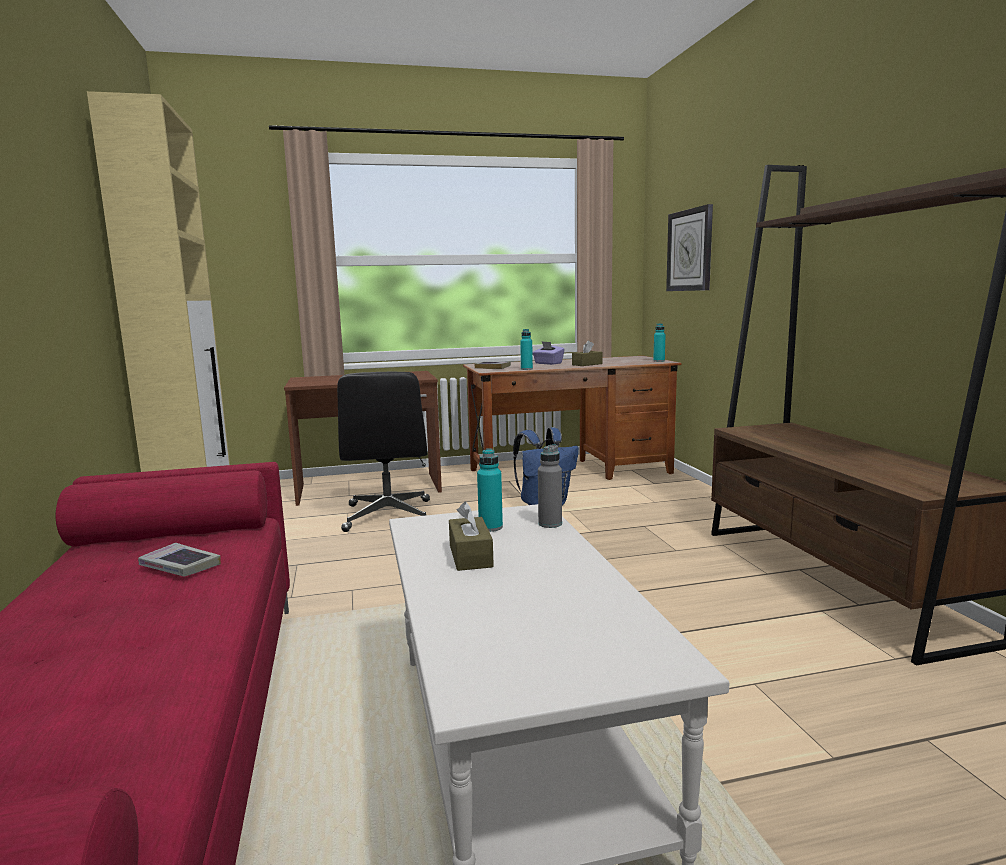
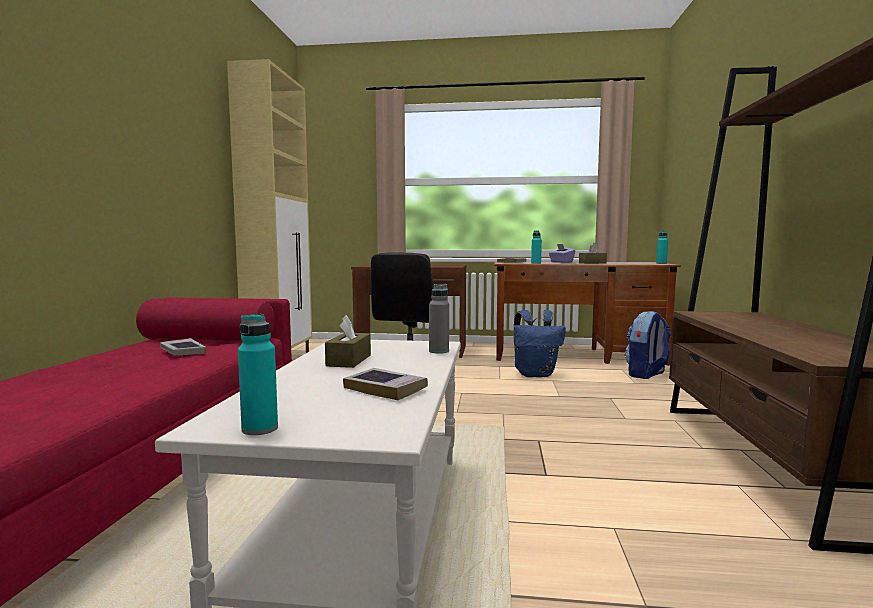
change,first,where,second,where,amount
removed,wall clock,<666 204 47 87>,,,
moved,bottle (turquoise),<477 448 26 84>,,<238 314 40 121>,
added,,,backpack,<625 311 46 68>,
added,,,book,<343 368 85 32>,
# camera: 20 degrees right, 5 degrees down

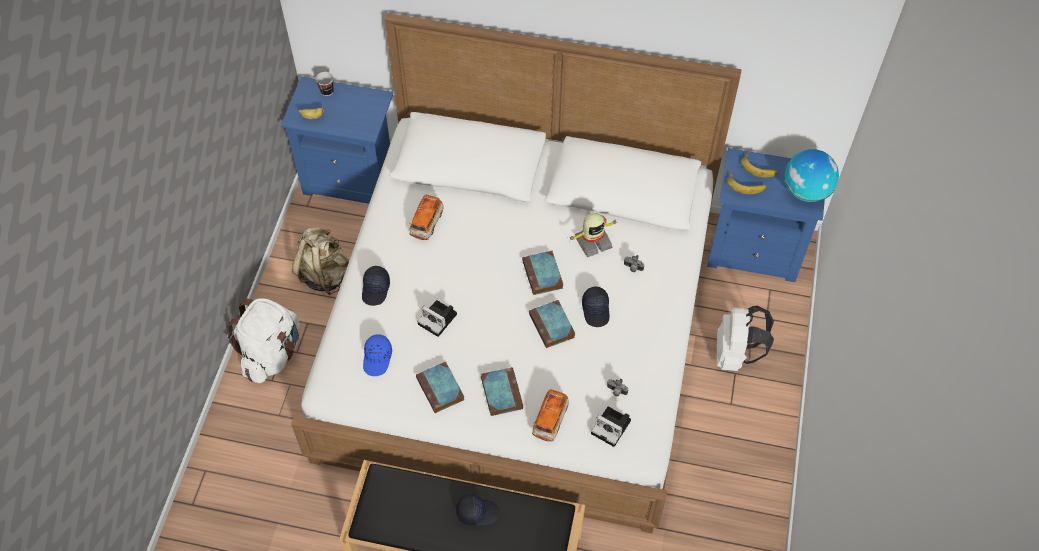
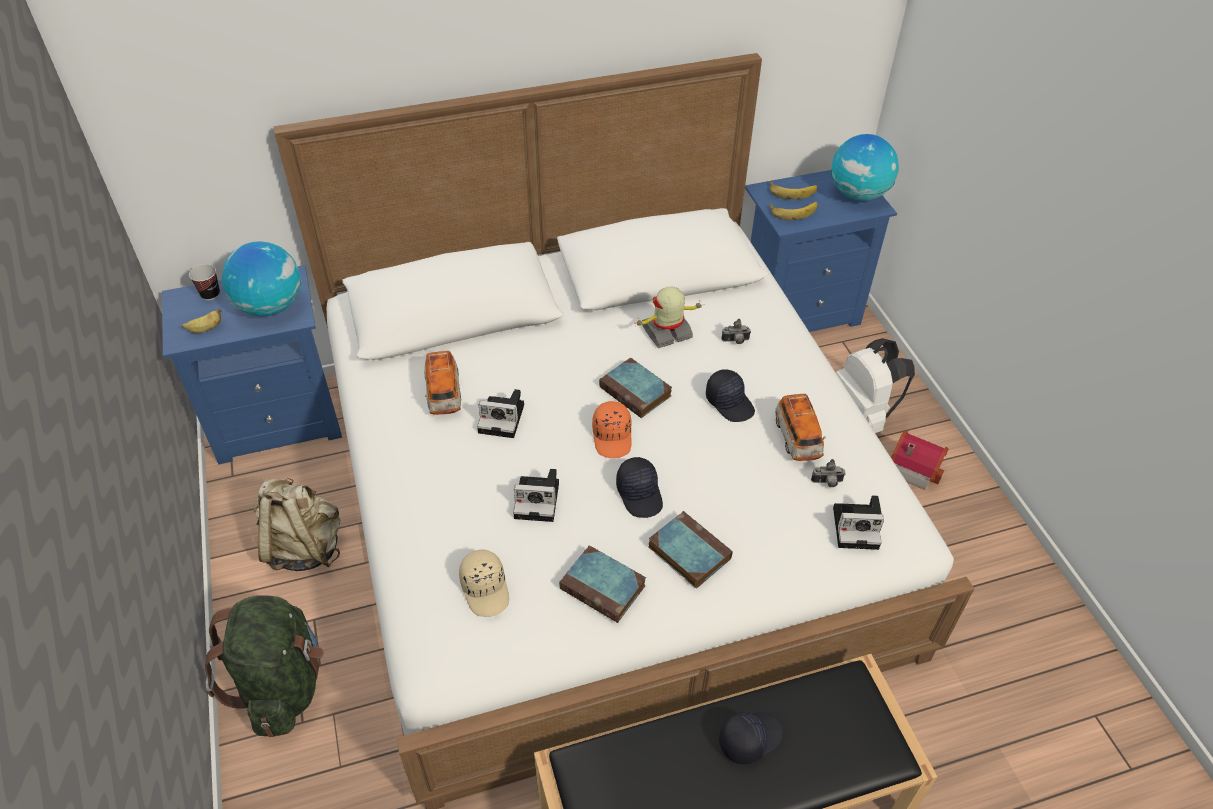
change,first,where,second,where,amount
turned,toy robot,<569 213 49 44>,,<634 286 68 62>,150 degrees counterclockwise
moved,cap (black),<362 266 28 40>,,<616 457 47 61>,
recoloured,backpack (white),<226 298 74 85>,backpack (green),<205 595 119 142>,
removed,book,<529 300 46 48>,,,
recoloured,cap (blue),<363 334 29 42>,cap (beige),<459 549 50 68>,
moved,toy car,<532 389 37 52>,,<775 394 51 67>,
added,,,globe,<222 241 80 75>,
added,,,photo camera,<477 389 47 49>,
added,,,cap (orange),<592 401 40 57>,
added,,,toy house,<891 430 58 60>,
# camera: 30 degrees left, 10 degrees down

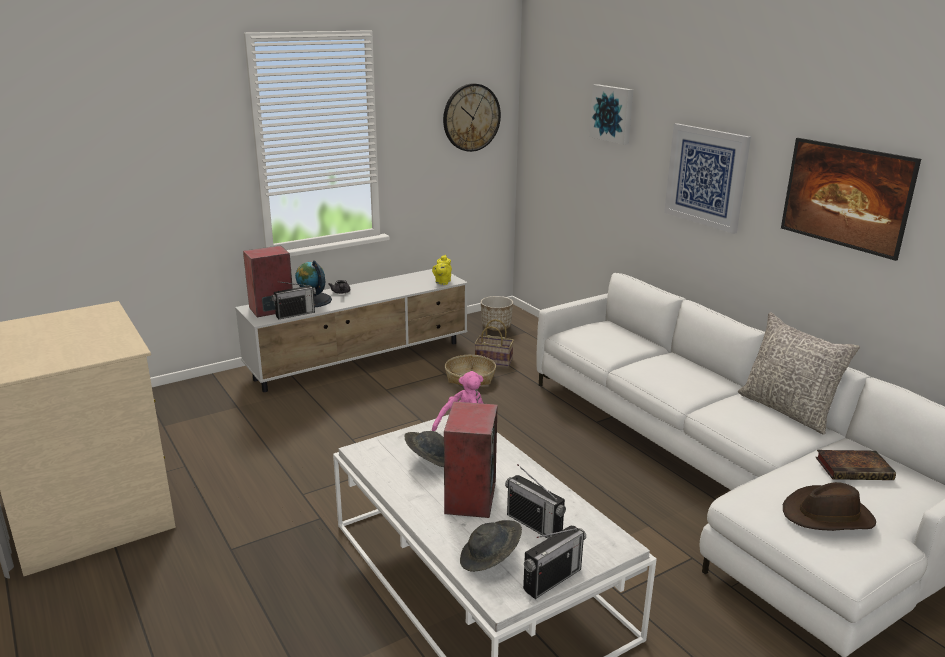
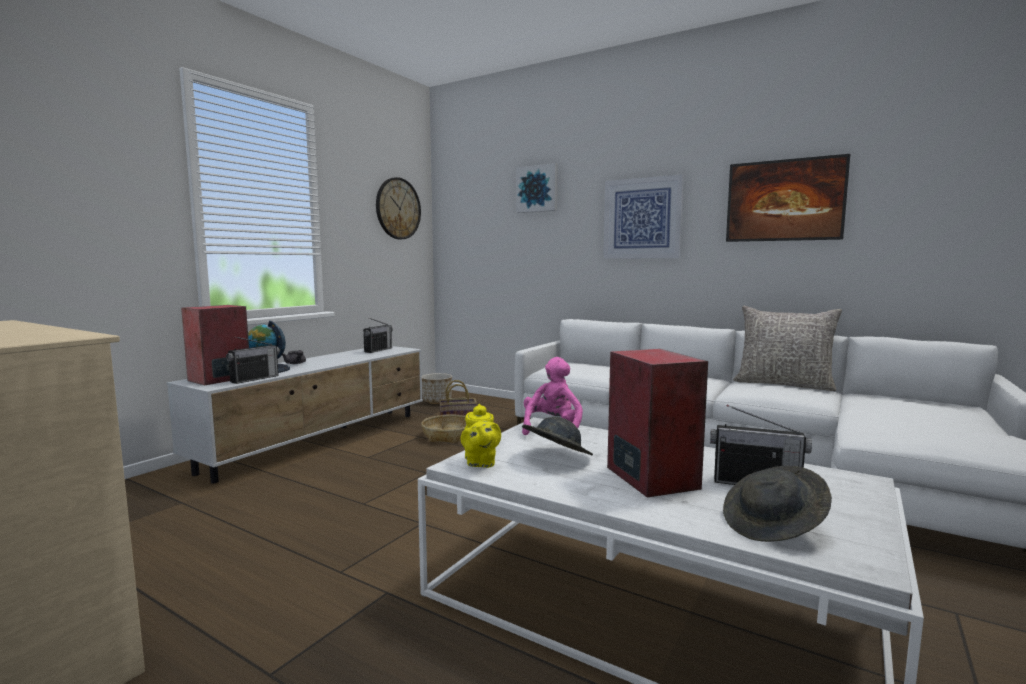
change,first,where,second,where,amount
moved,teapot (yellow),<432 255 20 30>,,<460 404 41 64>,
removed,book,<815 450 81 30>,,,
removed,hat (brown),<783 482 93 49>,,,
moved,radio,<523 526 63 73>,,<363 318 30 35>,
# camera: 25 degrees left, 15 degrees down

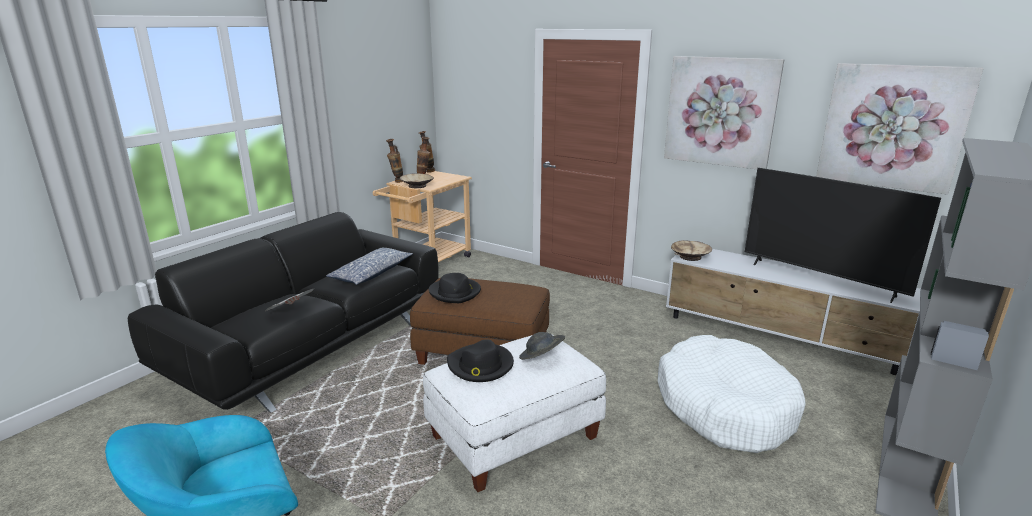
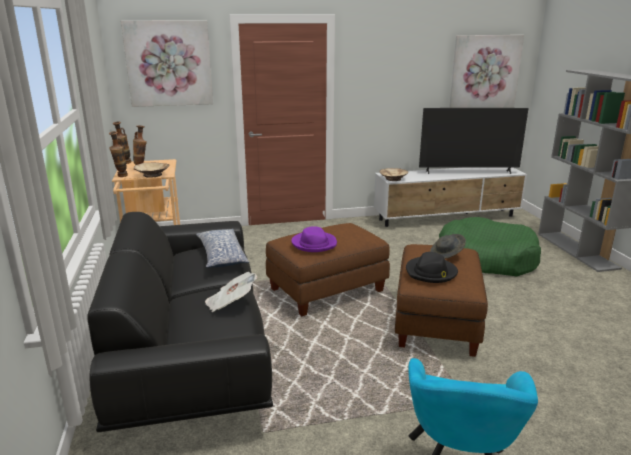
change,first,where,second,where,amount
moved,picture,<664 56 120 113>,,<121 21 92 86>,
recoloured,hat (black),<428 273 53 30>,hat (purple),<291 226 46 26>,
recoloured,ottoman (white),<423 334 183 158>,ottoman (brown),<395 244 93 113>,
recoloured,dog bed (white),<658 335 148 118>,dog bed (green),<439 217 102 59>,
# camera: 45 degrees left, 0 degrees up

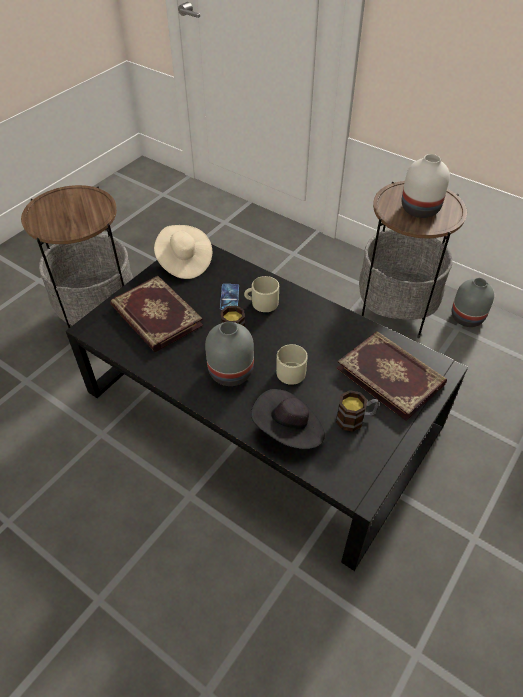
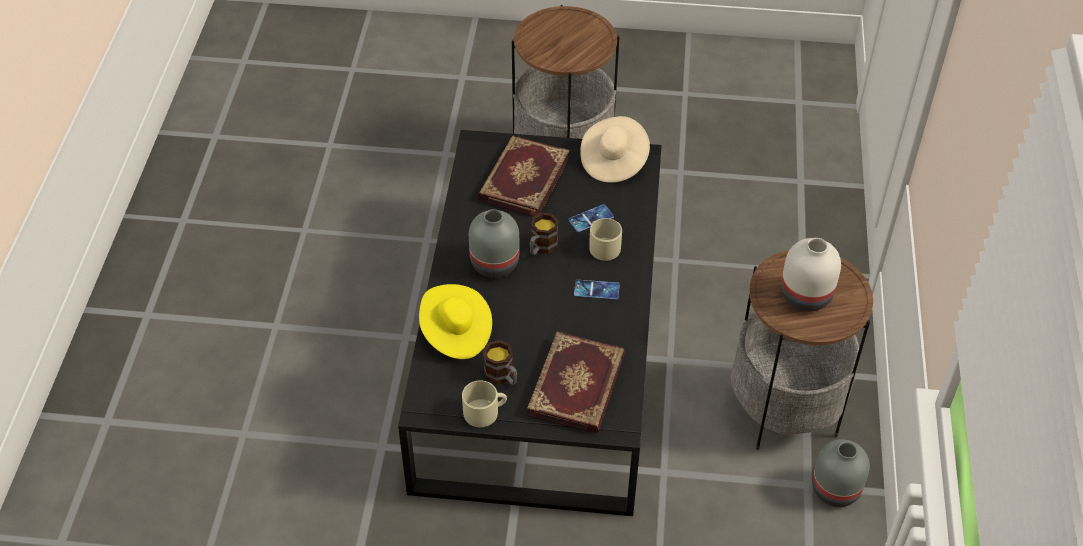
change,first,where,second,where,amount
moved,mug (beige),<276 344 32 41>,,<462 380 45 47>,
recoloured,hat (black),<251 389 74 60>,hat (yellow),<419 284 73 75>,
added,,,phone,<574 280 46 20>,
# camera: 60 degrees right, 0 degrees up

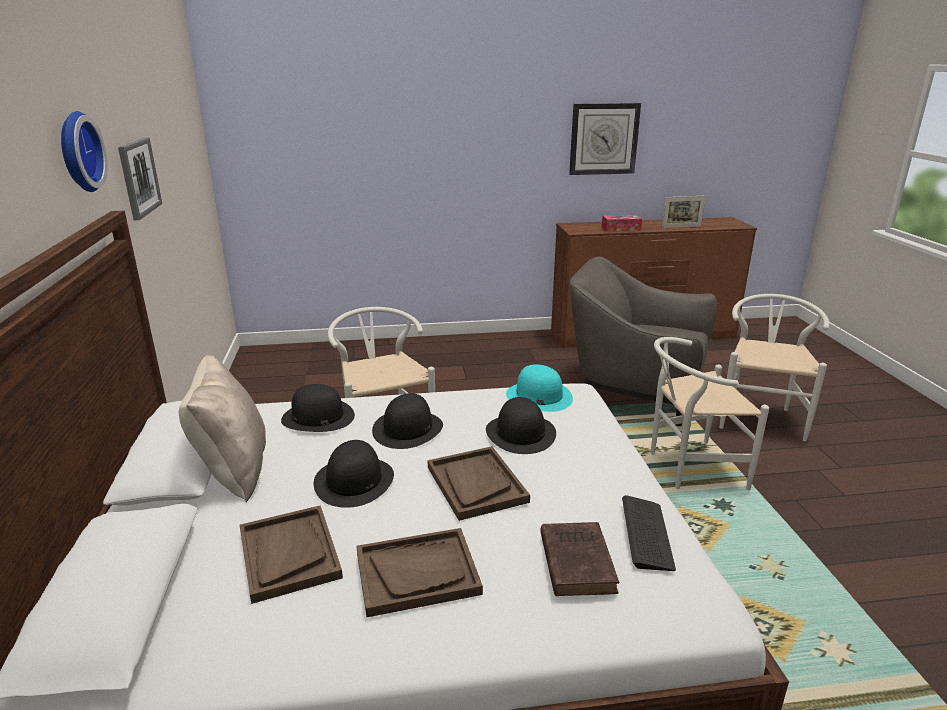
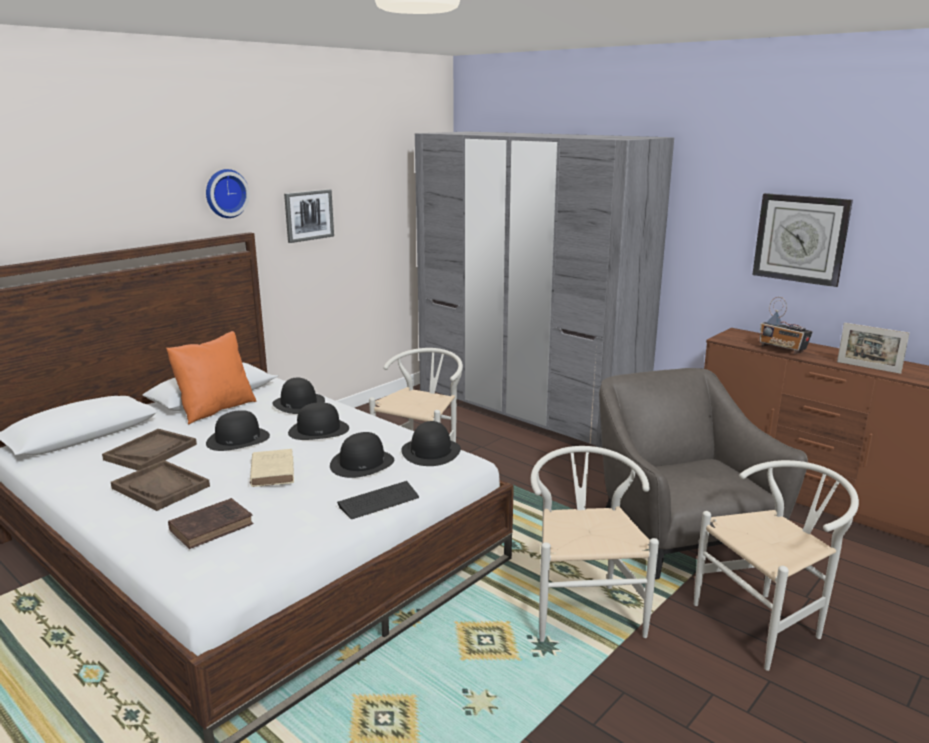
change,first,where,second,where,amount
replaced,tissue box,<602 215 40 17>,radio,<759 297 54 57>,
turned,chair (white),<651 337 118 153>,,<530 446 129 196>,45 degrees clockwise
recoloured,pillow (beige),<179 354 87 148>,pillow (orange),<166 331 91 93>,
recoloured,hat (turquoise),<506 364 67 48>,hat (black),<401 421 60 45>,
replaced,tray (brown),<427 446 103 75>,book (beige),<250 449 44 38>,
moved,keyboard,<622 495 54 76>,,<337 481 82 38>,
added,,,wardrobe (grey),<415 131 259 324>,
# camera: 50 degrees right, 5 degrees down

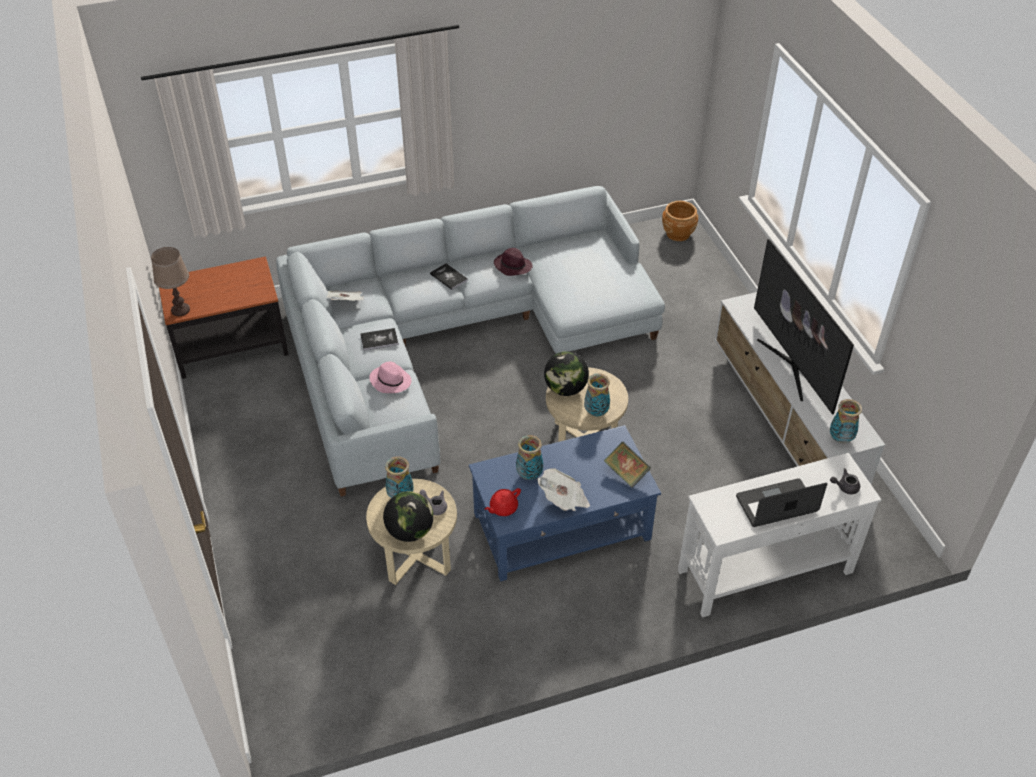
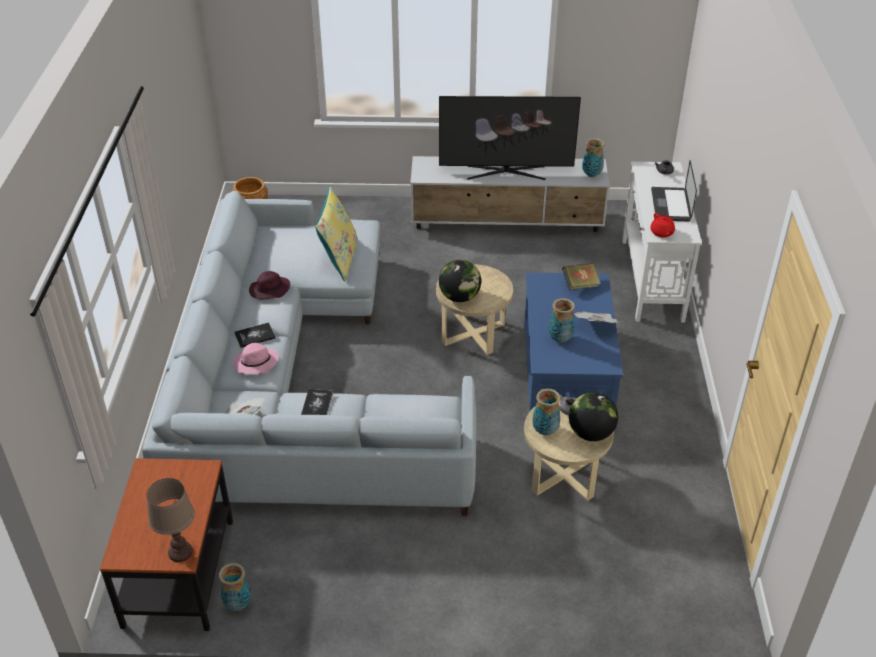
change,first,where,second,where,amount
moved,hat (pink),<369 362 42 31>,,<233 343 46 31>,
moved,vase,<584 373 26 43>,,<219 563 32 48>,
moved,teapot (red),<485 488 36 28>,,<650 213 25 24>,
added,,,pillow (yellow),<315 187 43 94>,
# camera: 70 degrees left, 5 degrees down

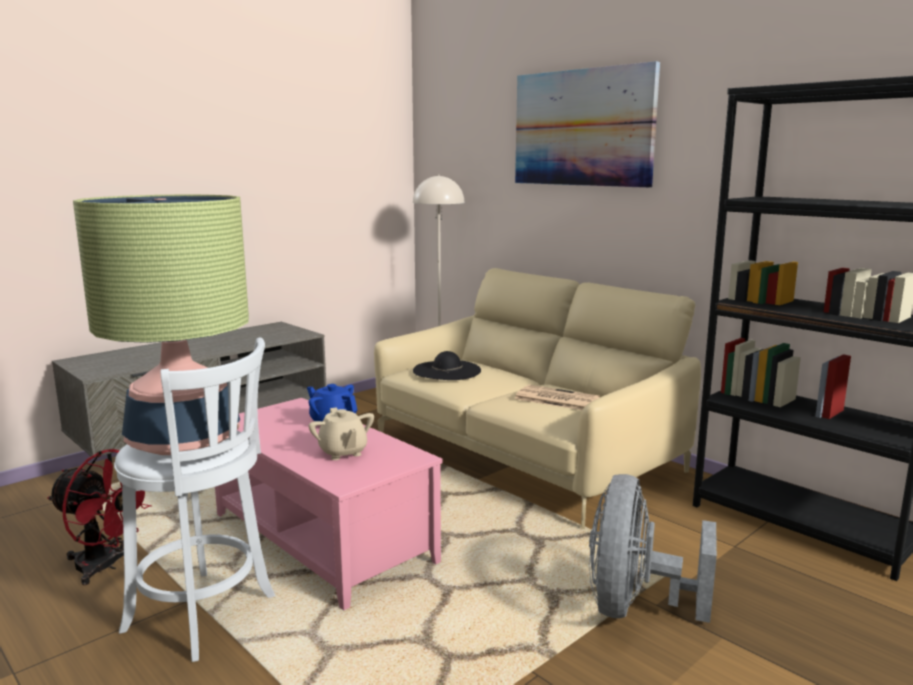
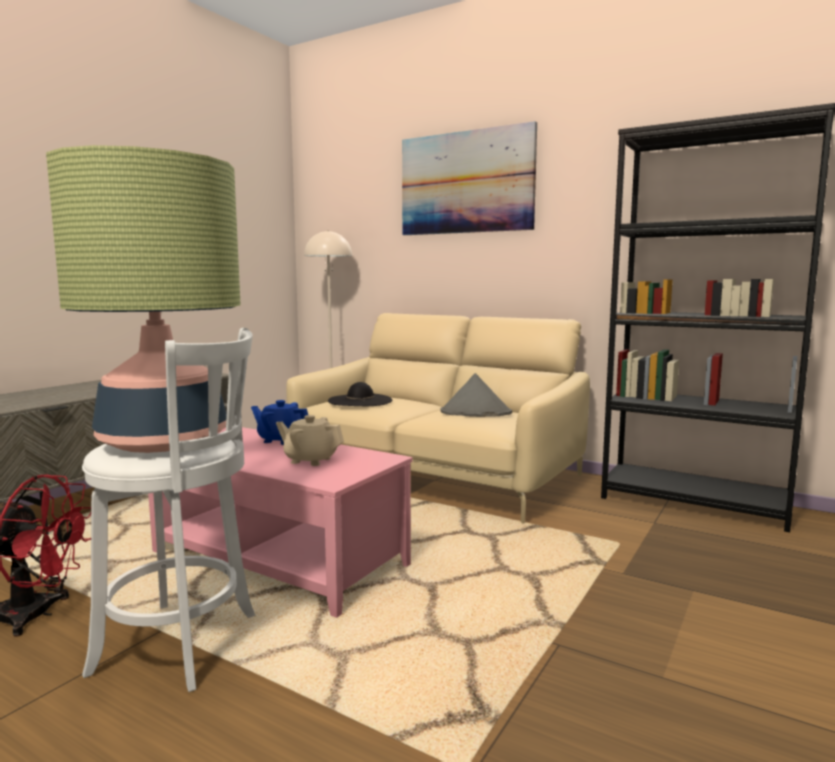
change,first,where,second,where,amount
replaced,newspaper,<514 385 86 25>,hat (grey),<440 373 72 44>,
turned,teapot (beige),<309 407 65 53>,,<276 415 68 51>,150 degrees clockwise
removed,fan (grey),<589 474 128 149>,,,
# camera: 15 degrees left, 5 degrees down

